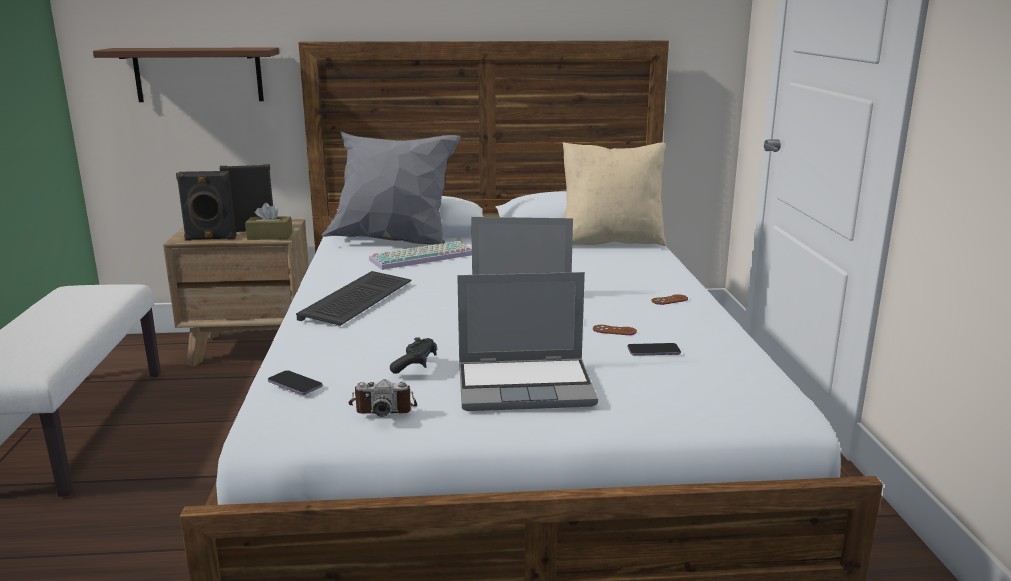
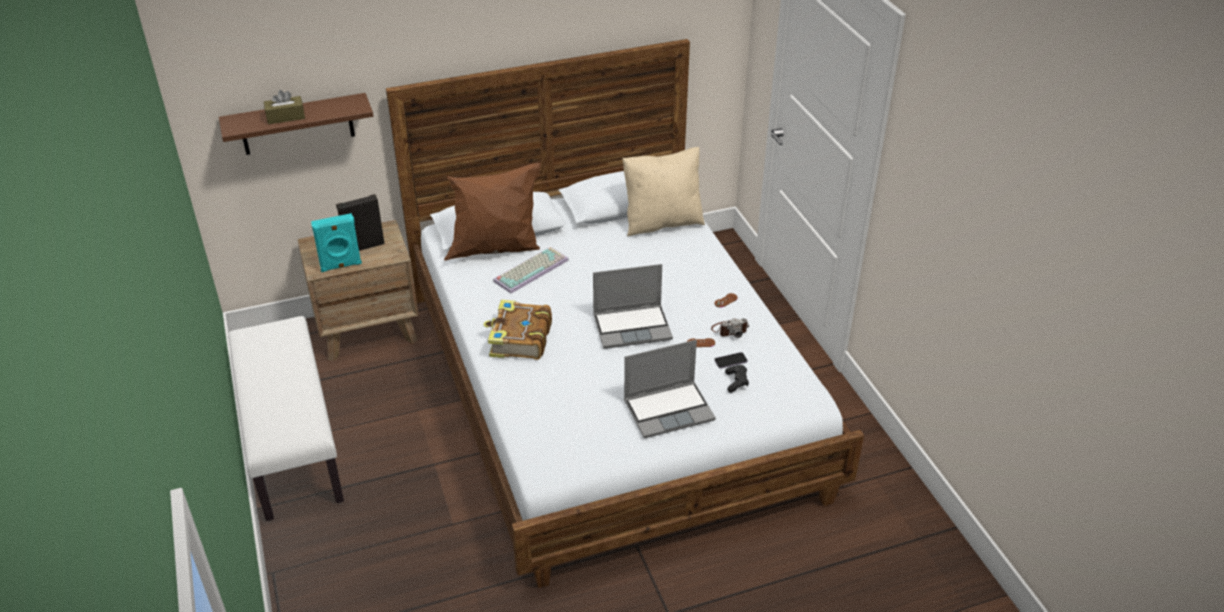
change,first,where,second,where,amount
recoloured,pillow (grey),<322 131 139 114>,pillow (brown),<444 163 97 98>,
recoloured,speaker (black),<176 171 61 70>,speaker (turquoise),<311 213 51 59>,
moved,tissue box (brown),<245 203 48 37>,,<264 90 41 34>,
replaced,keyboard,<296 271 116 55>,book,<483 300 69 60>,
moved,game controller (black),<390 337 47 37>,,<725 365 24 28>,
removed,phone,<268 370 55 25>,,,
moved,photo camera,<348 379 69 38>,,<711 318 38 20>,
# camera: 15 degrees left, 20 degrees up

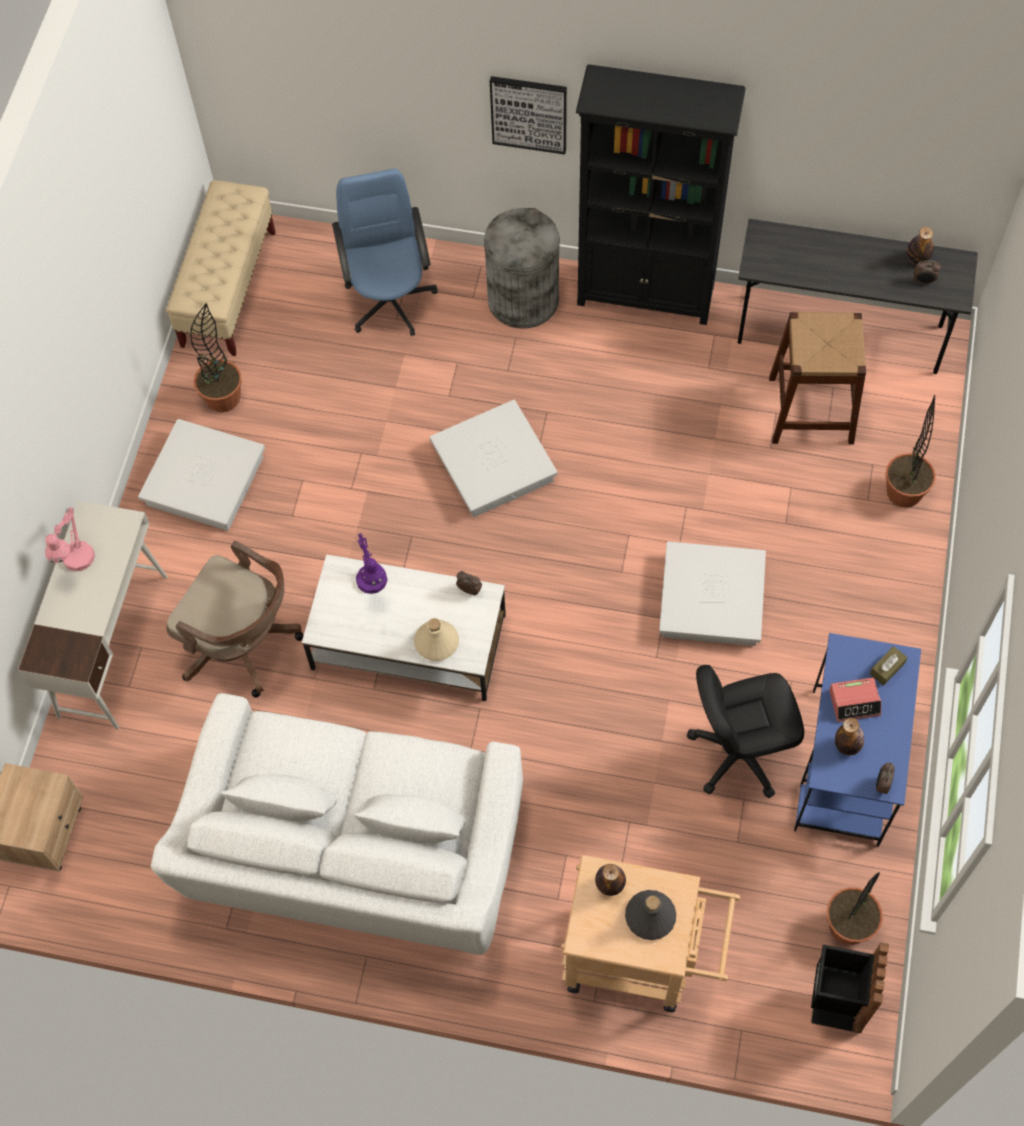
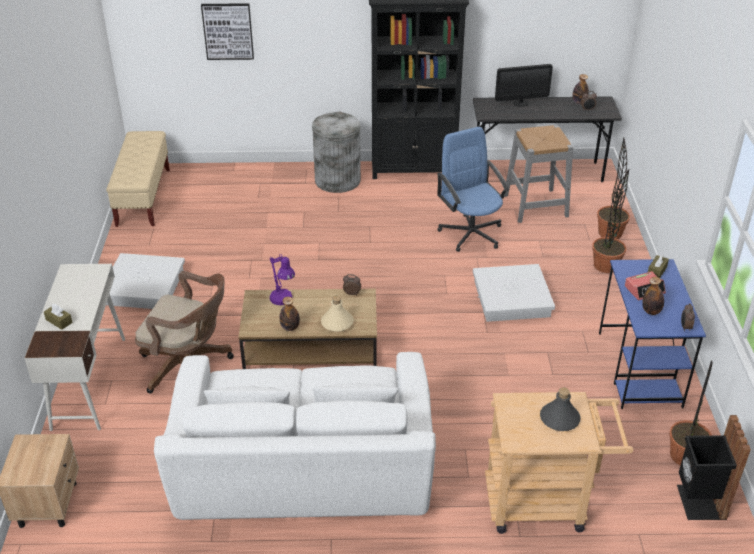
change,first,where,second,where,amount
moved,picture,<490 76 77 78>,,<201 3 53 57>,
moved,office chair (blue),<332 169 106 167>,,<437 127 72 125>,
moved,potted plant,<190 303 52 109>,,<592 169 37 104>,
recoloured,stool (brown),<769 312 97 133>,stool (grey),<504 125 69 98>,
removed,storage box (white),<430 399 128 118>,,,
removed,table lamp (pink),<45 507 50 64>,,,
recoloured,coffee table (white),<302 554 204 147>,coffee table (brown),<238 289 139 80>,
removed,office chair (black),<687 665 117 133>,,,
moved,bottle,<595 864 31 32>,,<279 297 21 34>,
added,,,monitor,<495 64 58 43>,
added,,,tissue box (brown),<44 304 29 26>,
# camera: 15 degrees left, 25 degrees down

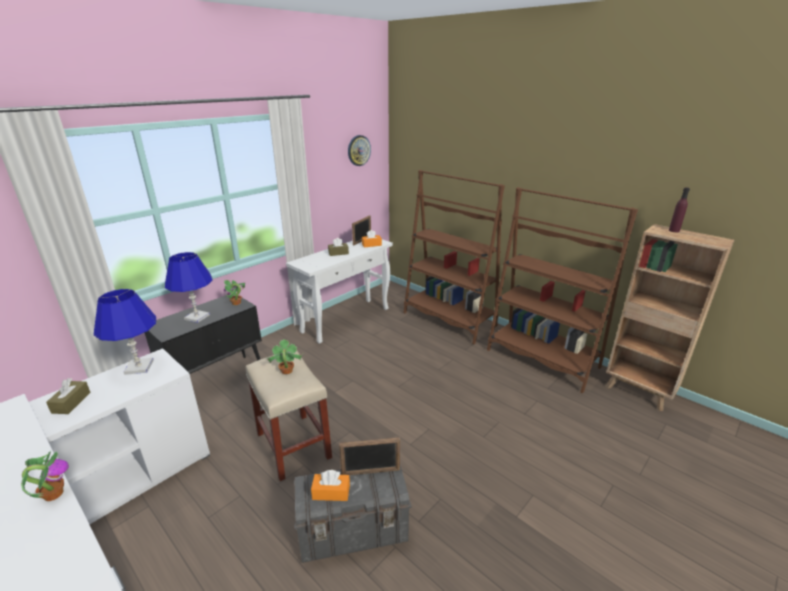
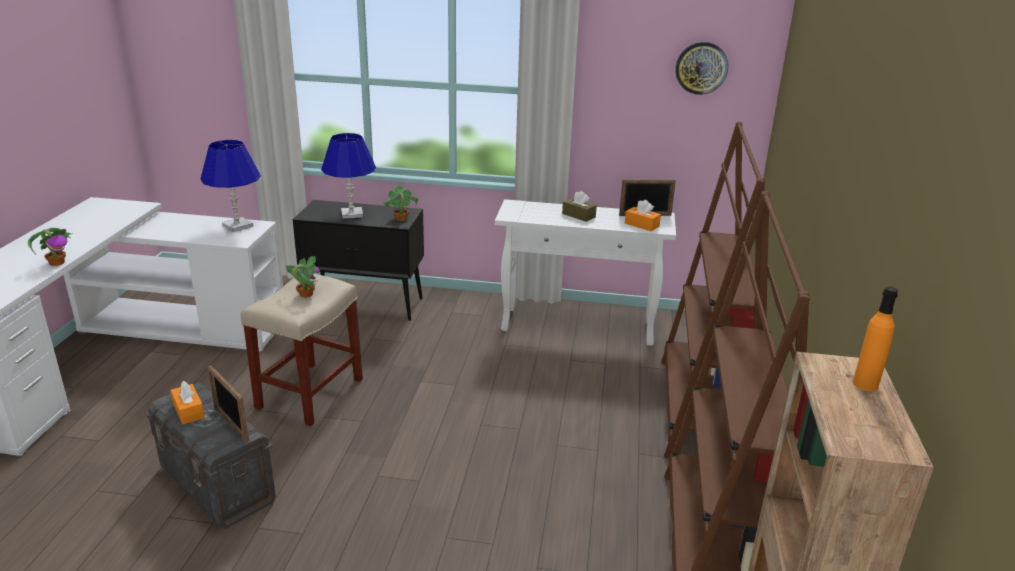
change,first,where,second,where,amount
recoloured,bottle (purple),<669 187 21 45>,bottle (orange),<853 286 45 105>,
removed,tissue box (brown),<46 378 45 36>,,,
# camera: 55 degrees right, 0 degrees up

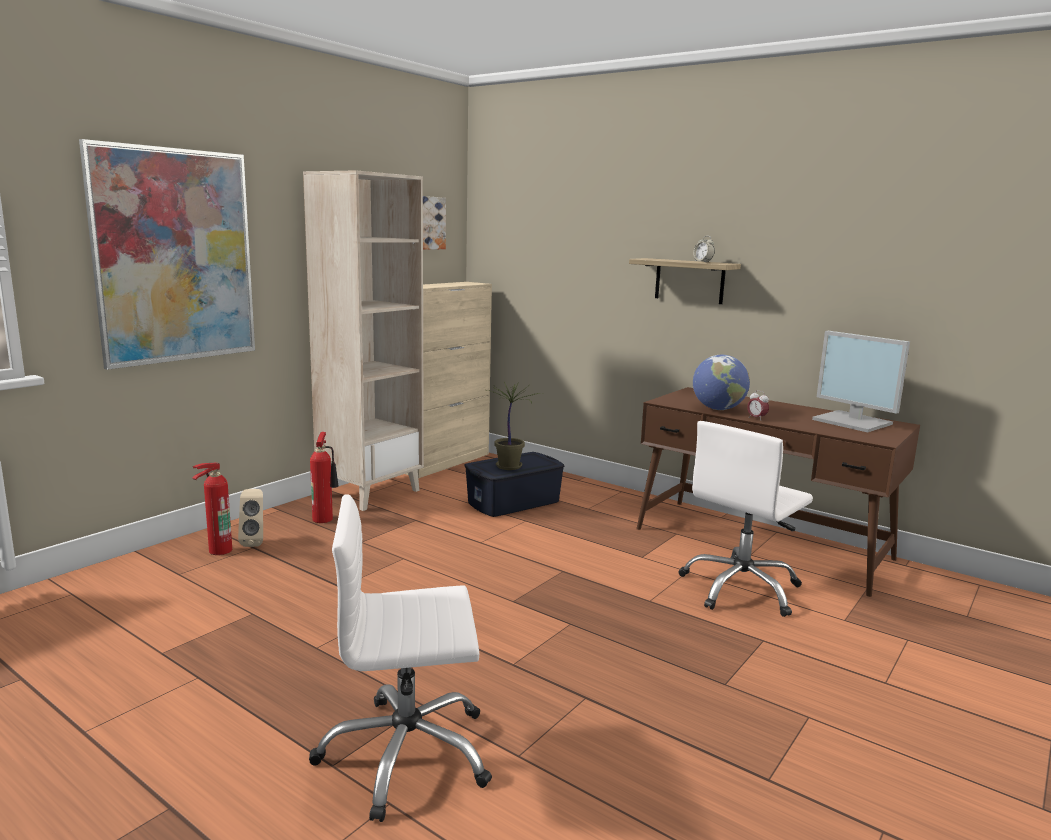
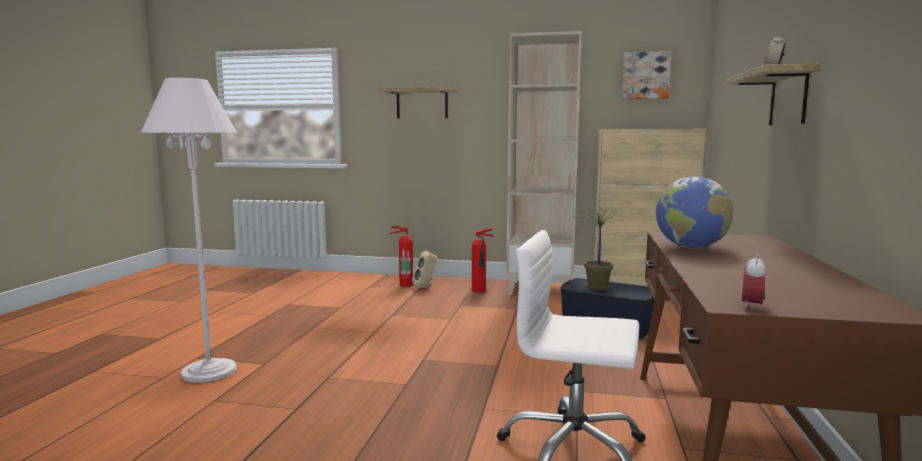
change,first,where,second,where,amount
replaced,picture,<79 139 176 231>,shelf,<379 87 79 32>,
removed,monitor,<812 331 98 101>,,,
moved,alarm clock,<747 390 22 31>,,<742 253 24 57>,
replaced,office chair (white),<309 494 183 328>,floor lamp (white),<141 78 96 305>,
# camera: 65 degrees right, 5 degrees down

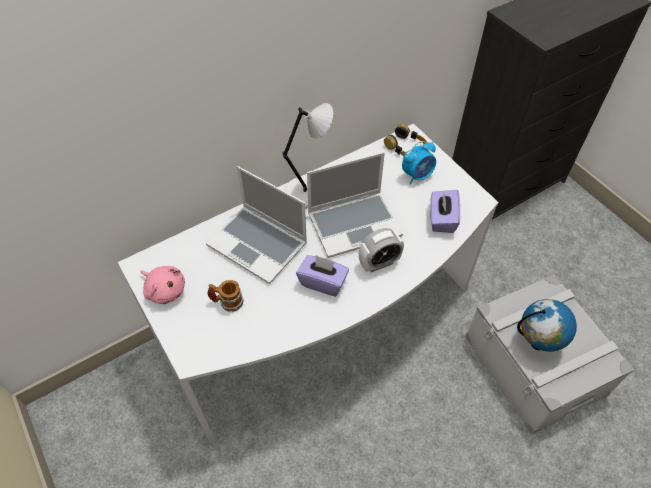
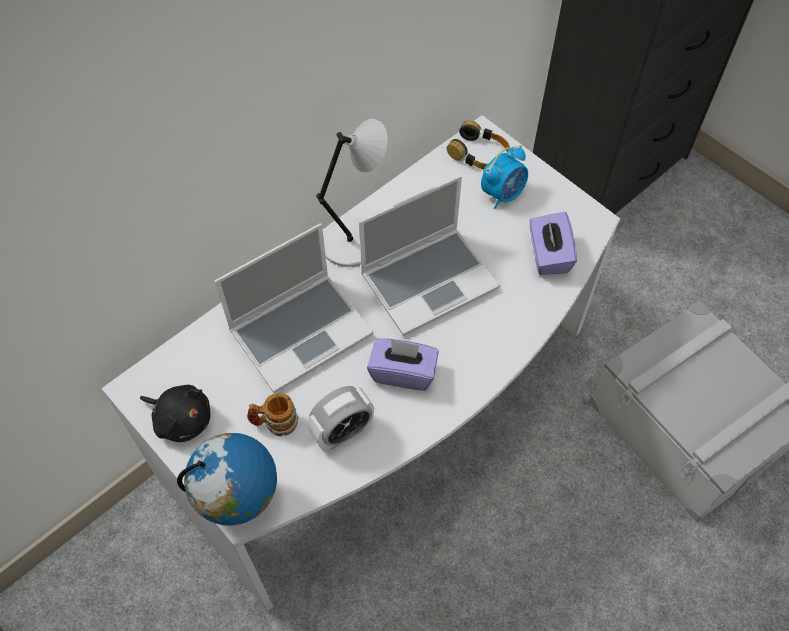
change,first,where,second,where,amount
turned,laptop,<206 166 101 118>,,<215 223 158 170>,60 degrees counterclockwise
moved,alarm clock,<359 228 45 44>,,<308 386 66 66>,
recoloured,plush toy (pink),<140 266 45 38>,plush toy (black),<140 385 70 57>,
moved,globe,<517 299 60 53>,,<177 433 100 93>,
# camera: 10 degrees left, 5 degrees up

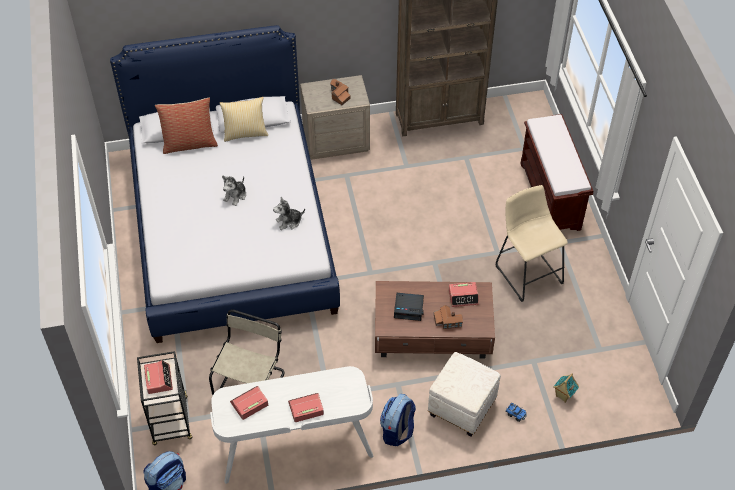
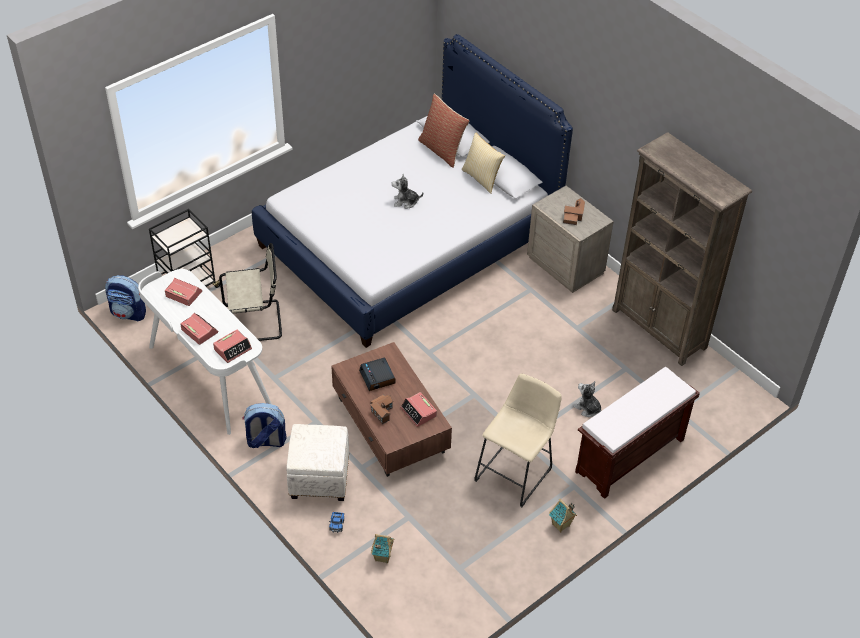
change,first,where,second,where,amount
moved,plush toy,<273 197 32 33>,,<574 381 27 36>,
moved,alarm clock,<144 360 29 34>,,<213 330 39 33>,
added,,,toy house,<549 499 28 34>,
# camera: 60 degrees right, 5 degrees down

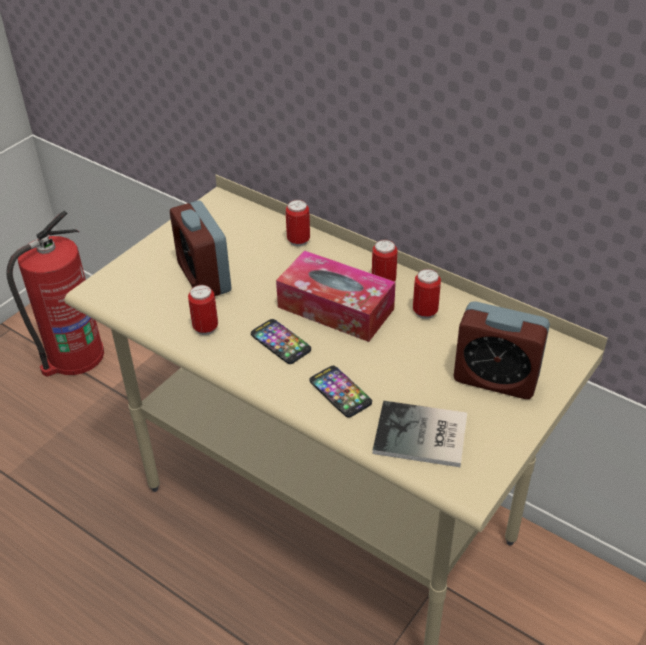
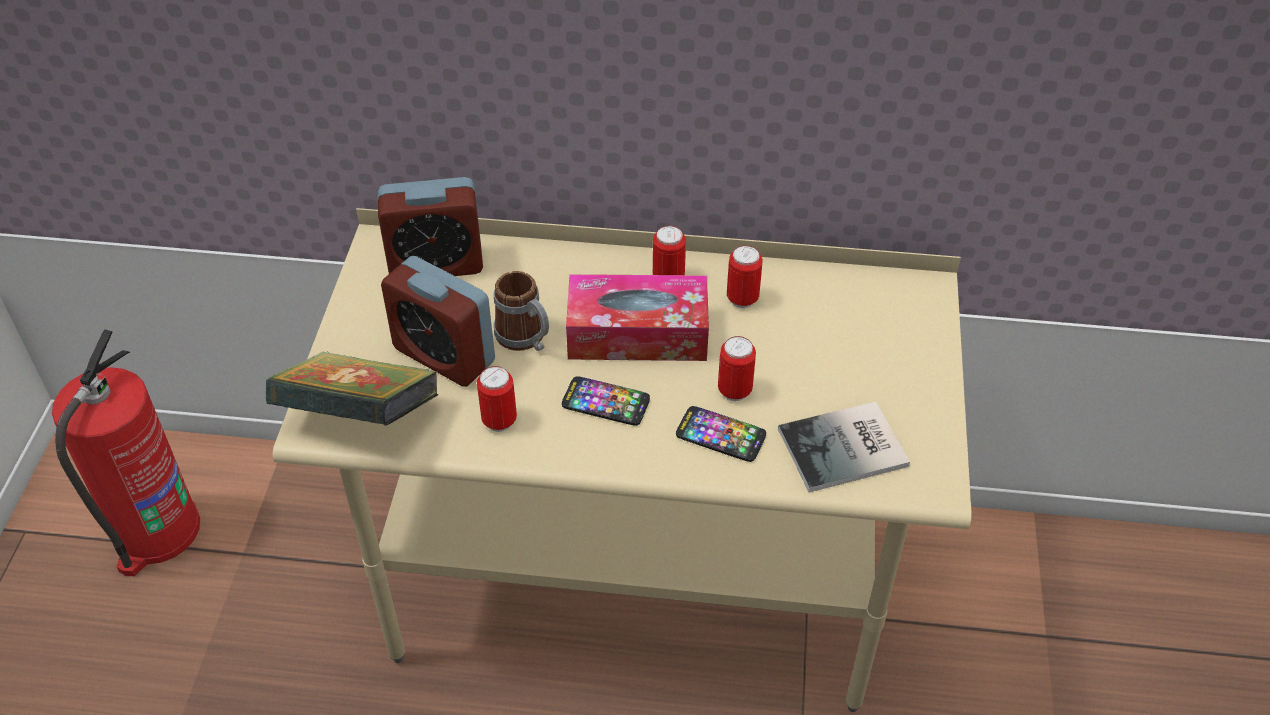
change,first,where,second,where,amount
moved,can,<286 200 24 46>,,<718 336 38 65>,
moved,alarm clock,<454 301 96 98>,,<378 177 105 99>,
added,,,mug,<494 271 55 80>,
added,,,book,<266 352 172 74>,
# camera: 30 degrees left, 5 degrees up

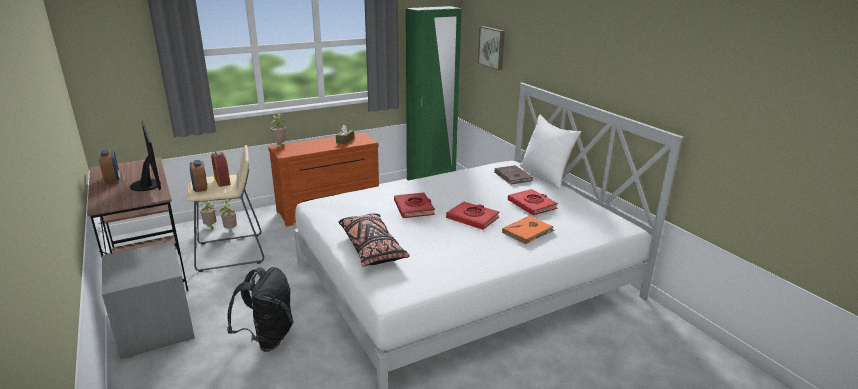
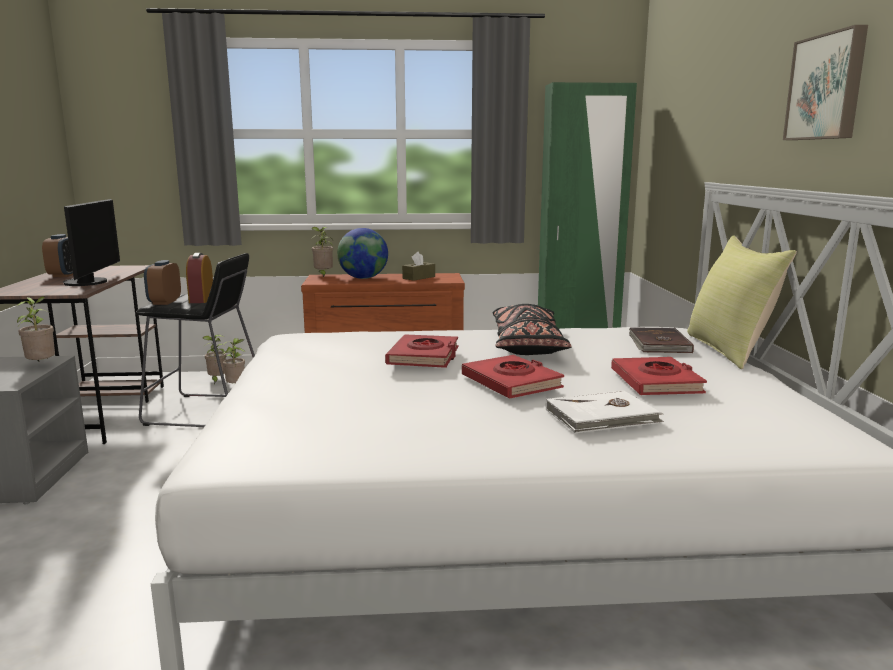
change,first,where,second,where,amount
moved,picture,<478 26 27 44>,,<783 25 85 115>,
recoloured,pillow (white),<519 115 62 74>,pillow (yellow),<687 235 110 134>,
recoloured,stool (beige),<186 145 78 127>,stool (black),<135 253 120 174>,
moved,pillow (black),<339 214 71 53>,,<493 304 78 51>,
recoloured,book (orange),<502 216 53 28>,book (white),<546 390 118 44>,
removed,backpack (black),<227 267 67 85>,,,
added,,,globe,<337 228 51 51>,
added,,,potted plant,<17 296 38 65>,
# camera: 25 degrees right, 10 degrees down

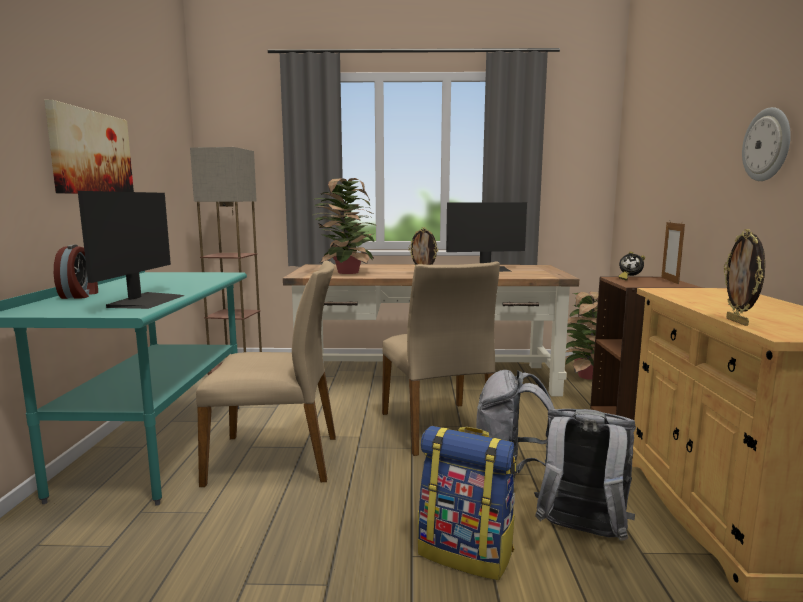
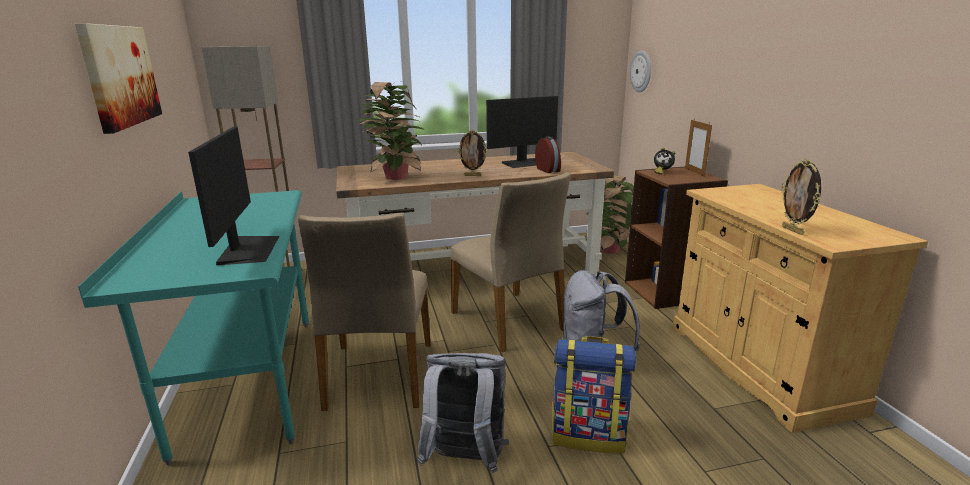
change,first,where,second,where,amount
moved,wall clock,<742 107 49 74>,,<630 51 21 41>,
moved,alarm clock,<54 245 44 54>,,<535 136 26 37>,
turned,chair (beige),<196 261 140 226>,,<298 213 133 198>,105 degrees clockwise
moved,backpack (grey),<534 409 102 132>,,<417 353 92 120>,
# camera: 15 degrees left, 10 degrees up

